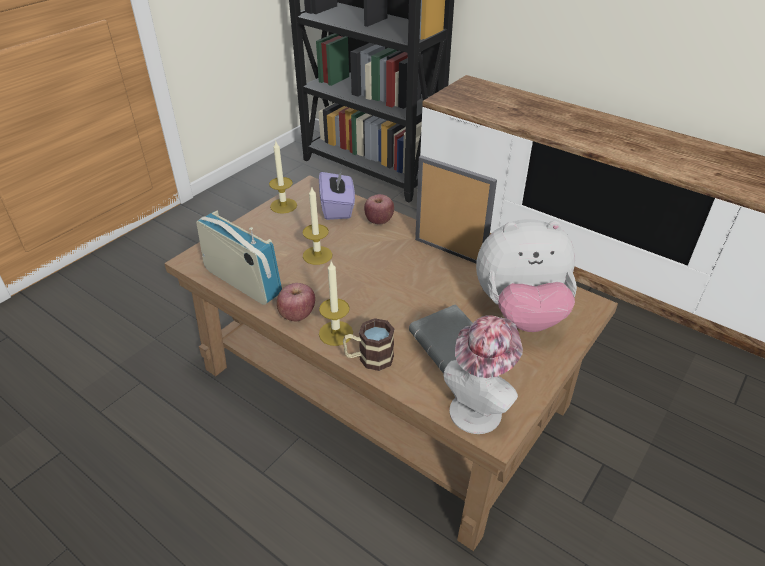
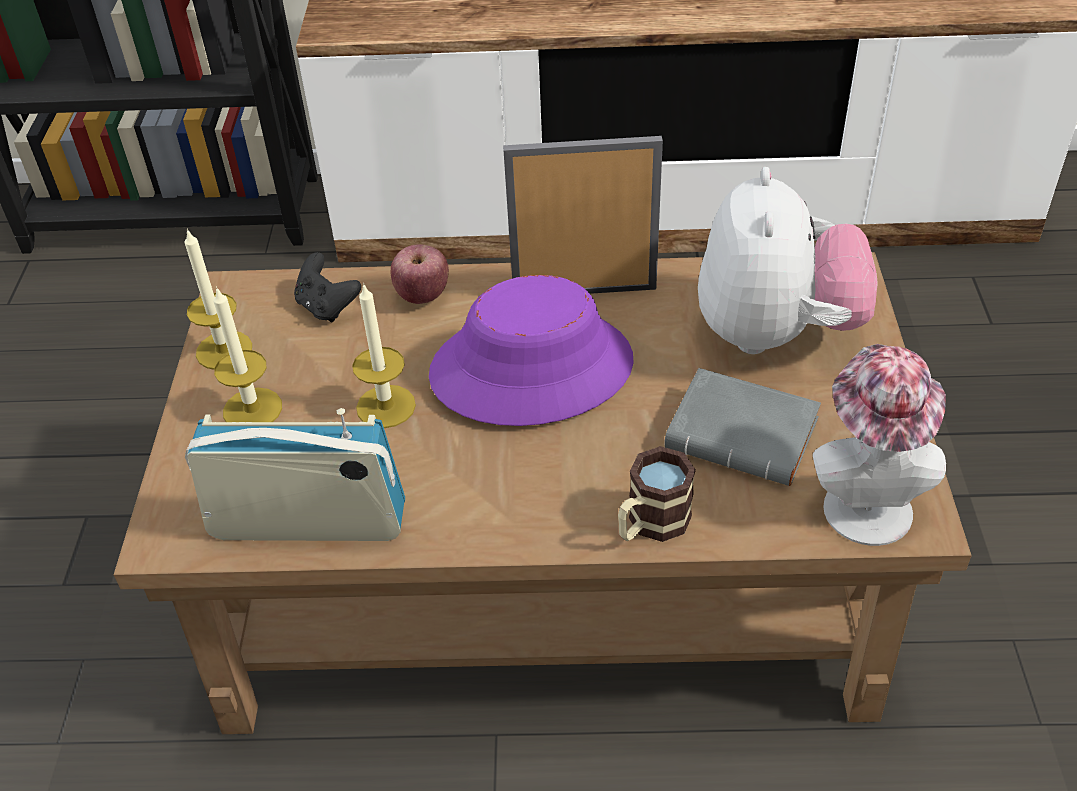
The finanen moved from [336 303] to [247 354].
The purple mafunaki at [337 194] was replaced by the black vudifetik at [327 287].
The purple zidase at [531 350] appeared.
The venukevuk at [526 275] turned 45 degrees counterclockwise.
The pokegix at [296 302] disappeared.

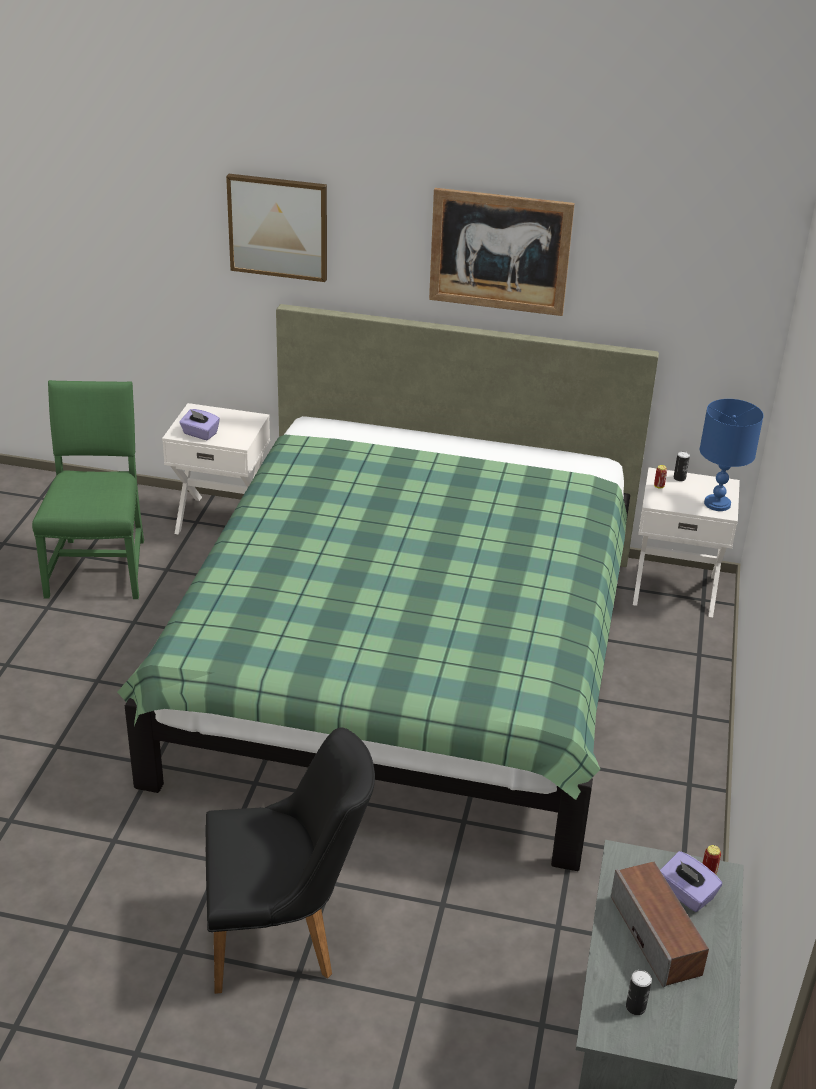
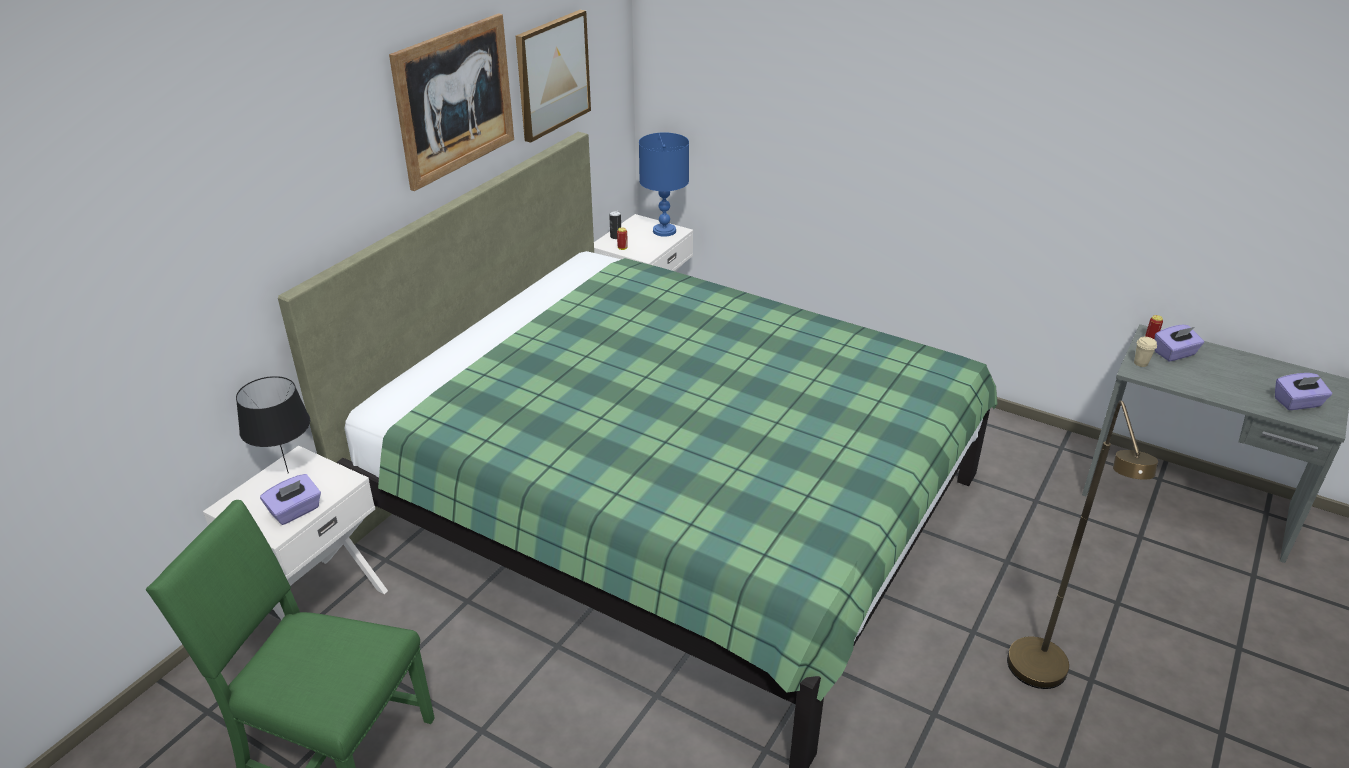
The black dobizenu at [273 425] appeared.
The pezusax moved from [276 228] to [553 76].
The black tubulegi at [290 860] was replaced by the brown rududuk at [1082 544].
The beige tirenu at [1145 352] appeared.
The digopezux at [639 992] was replaced by the purple mafunaki at [1303 391].
The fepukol at [660 924] disappeared.

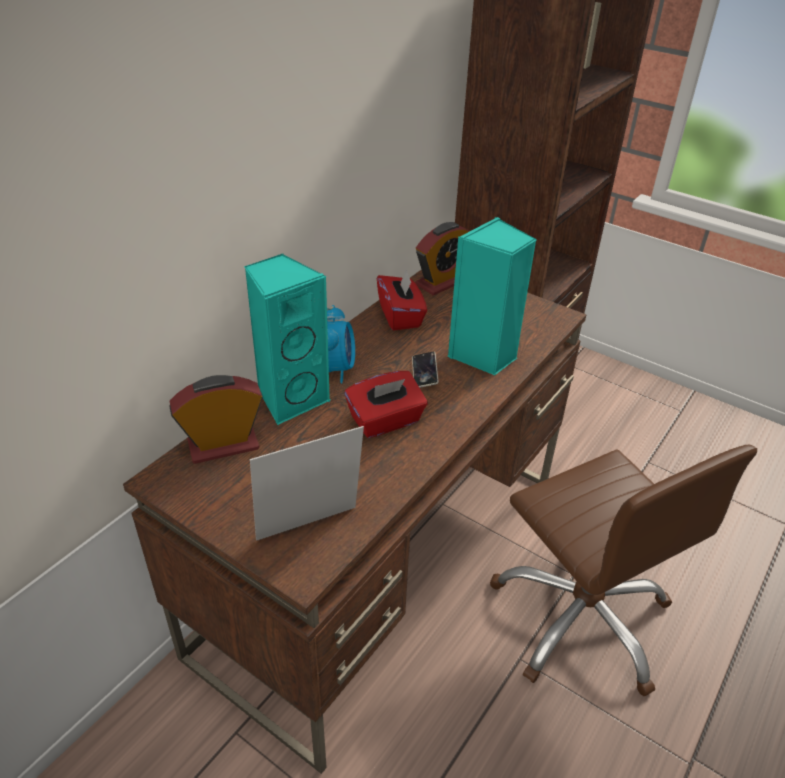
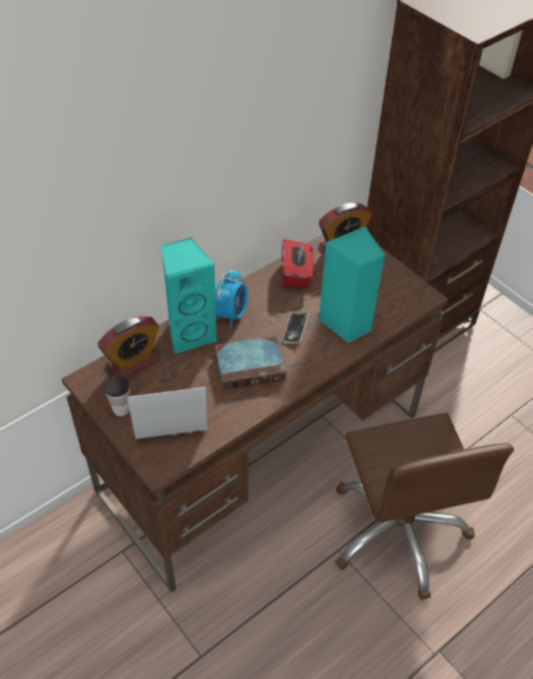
The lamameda at [216 419] turned 150 degrees clockwise.
The tirenu at [117 396] appeared.
The red mafunaki at [386 404] was replaced by the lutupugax at [251 363].

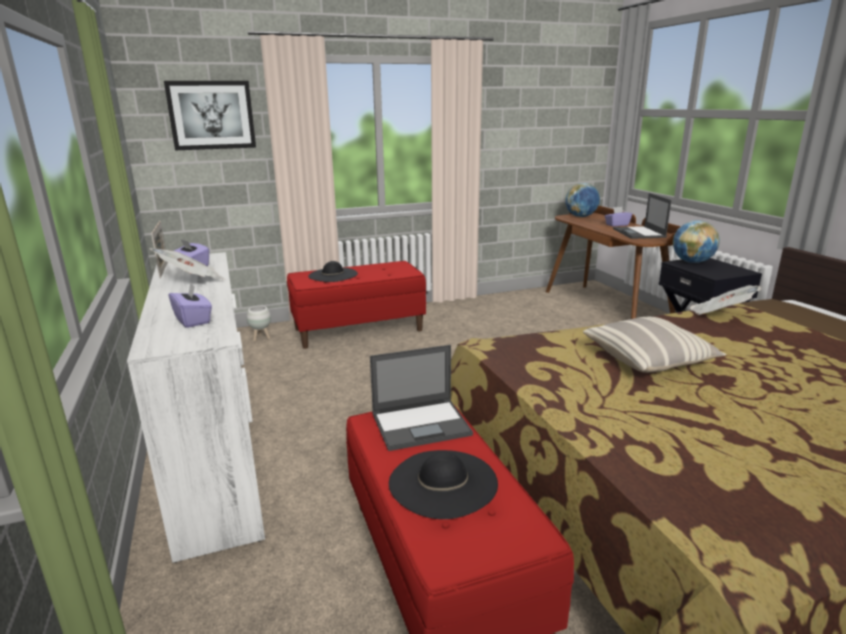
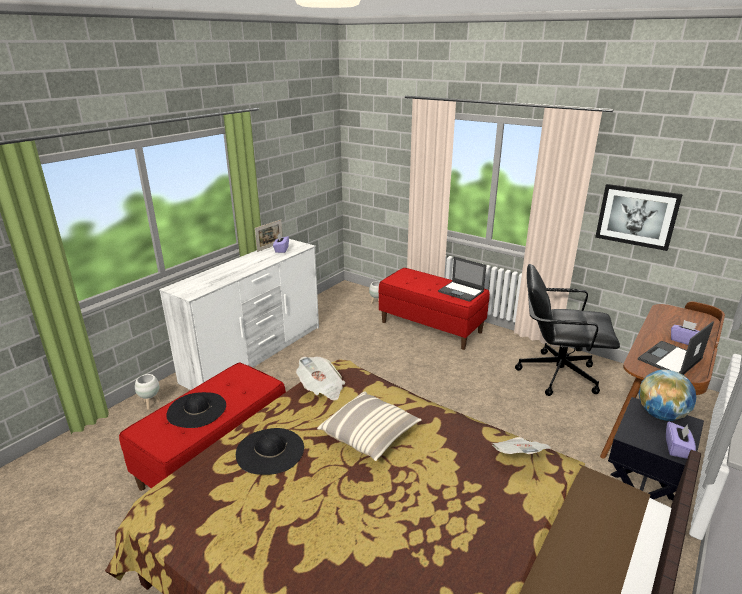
The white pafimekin at [147 392] appeared.
The black zidase moved from [333 271] to [270 451].
The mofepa moved from [187 263] to [320 379].
The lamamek moved from [421 398] to [462 279].
The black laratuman at [567 330] appeared.
The pezusax moved from [210 115] to [639 217].
The purple mafunaki moved from [190 305] to [681 440].
The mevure at [582 200] disappeared.

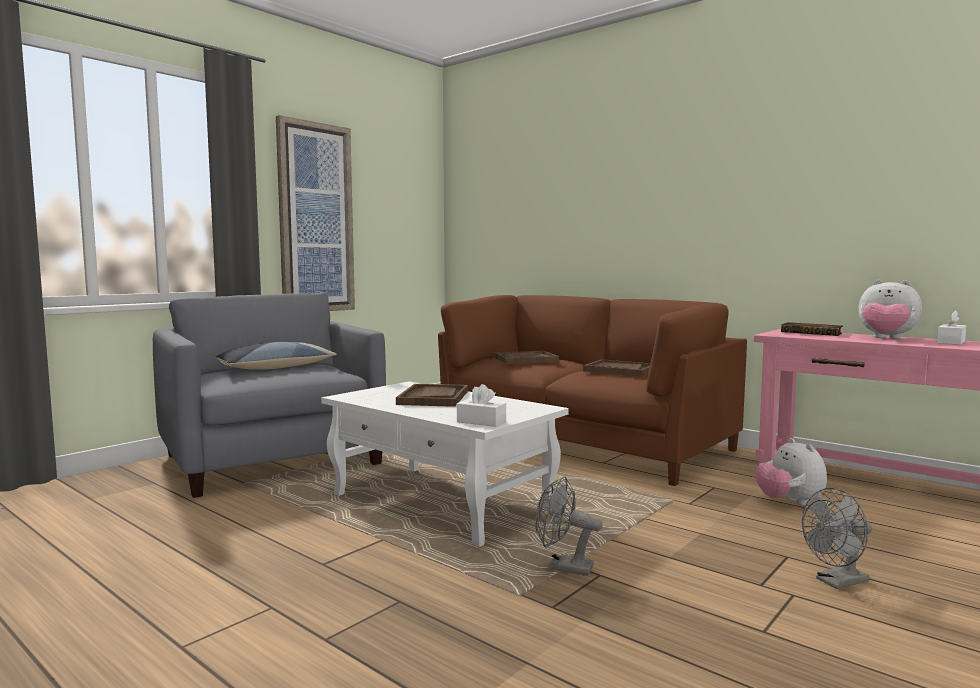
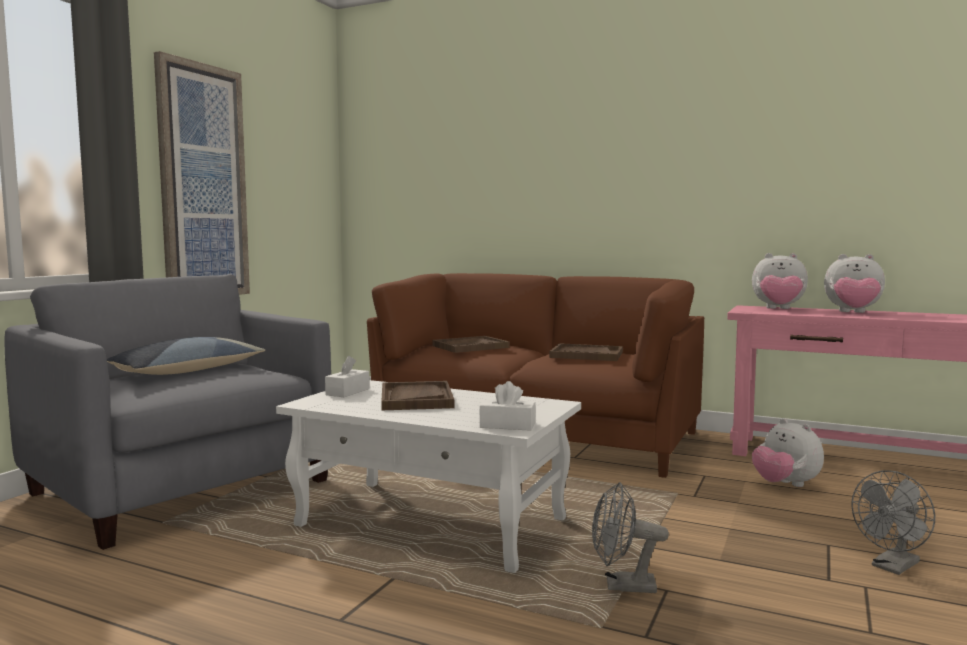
The white mafunaki moved from [951 327] to [347 376].
The lutupugax at [812 329] was replaced by the venukevuk at [780 281].

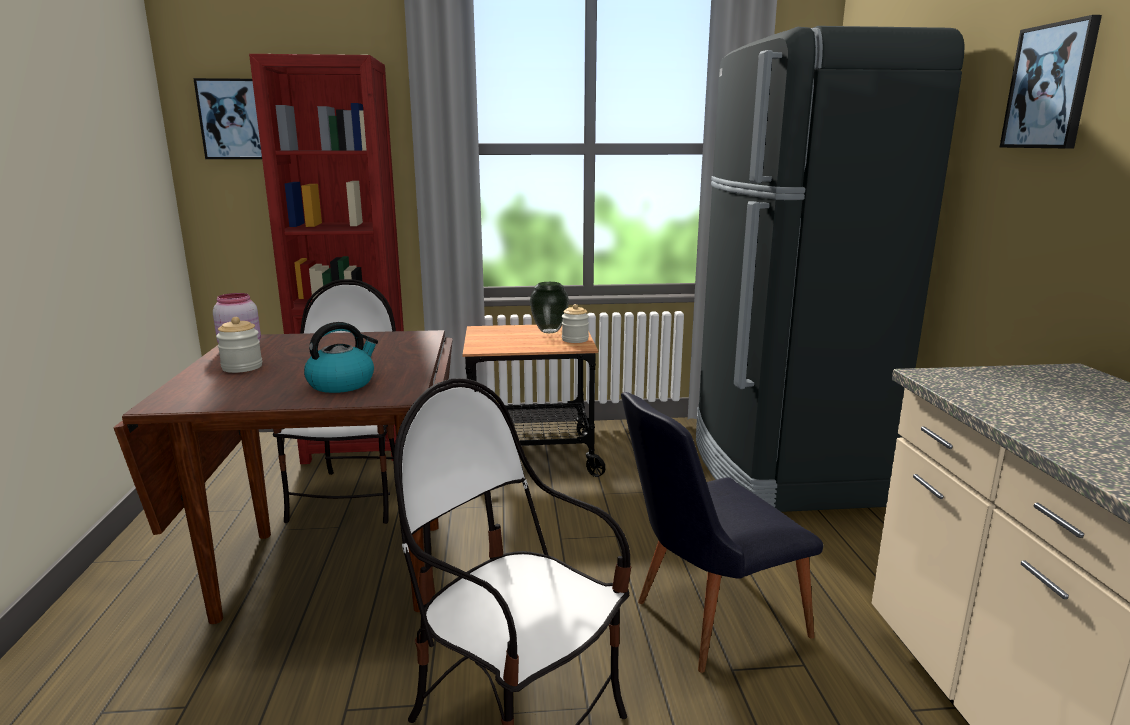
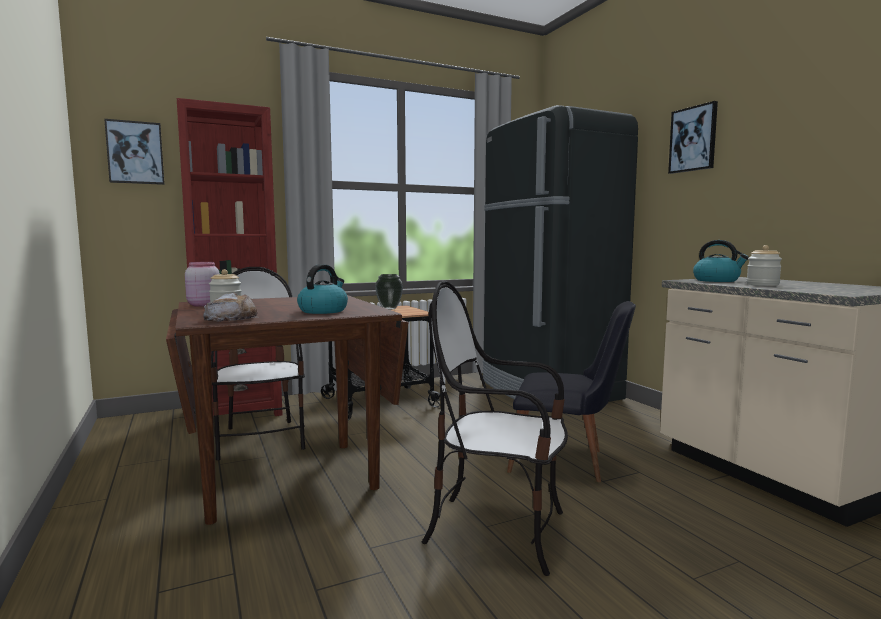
The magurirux at [230 307] appeared.
The black tubulegi at [722 532] turned 120 degrees counterclockwise.
The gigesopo at [721 261] appeared.
The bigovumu moved from [575 323] to [764 265].

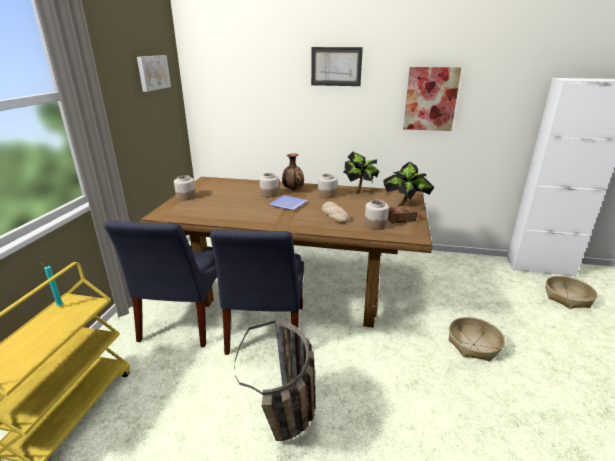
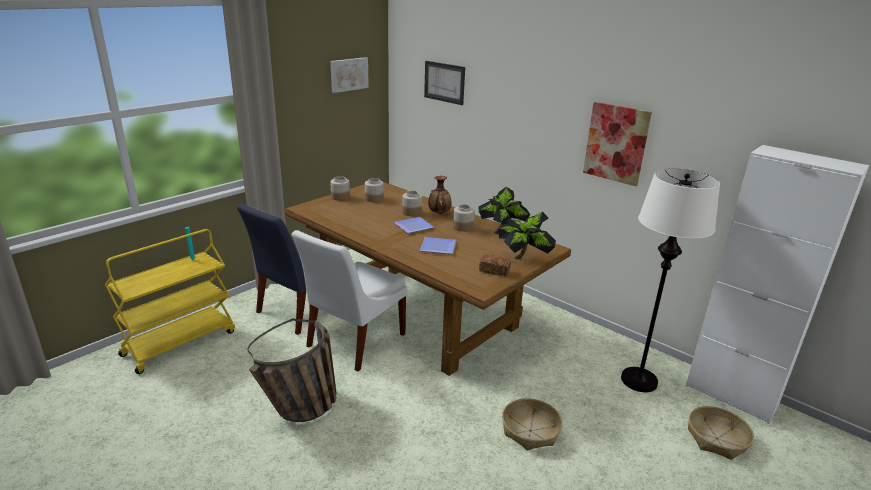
The blue tubulegi at [257 292] became the white tubulegi at [349 301].
The bigovumu moved from [376 215] to [374 190].
The magurirux at [335 212] was replaced by the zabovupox at [438 245].
The pezusax moved from [337 66] to [444 83].
The white rududuk at [670 280] appeared.

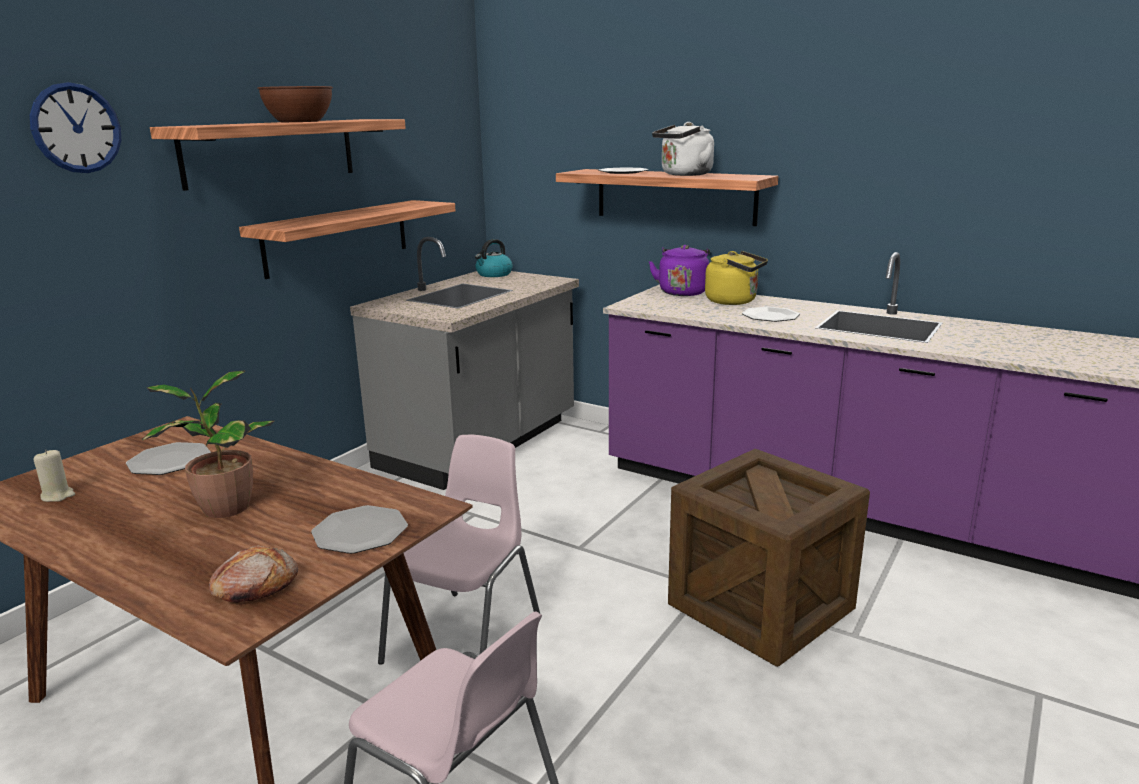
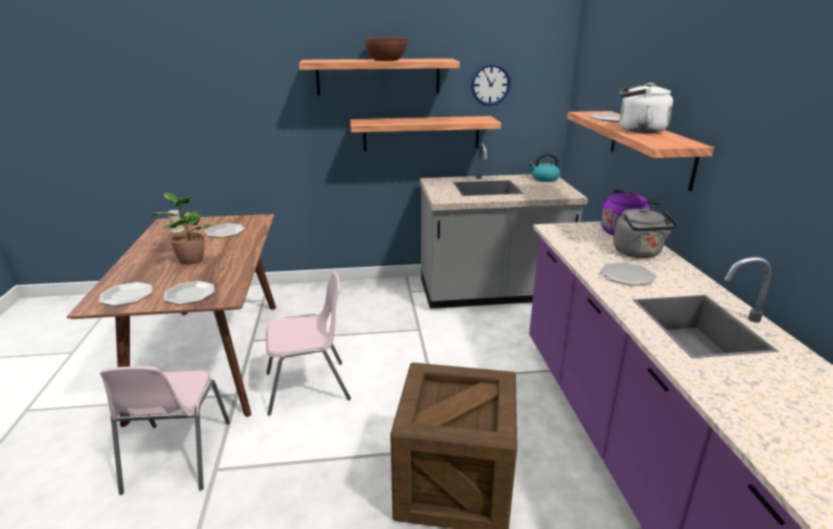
The magurirux at [253 574] was replaced by the zabovupox at [125 294].
The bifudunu moved from [75 127] to [491 84].
The yellow gigesopo at [736 278] became the grey gigesopo at [645 233].

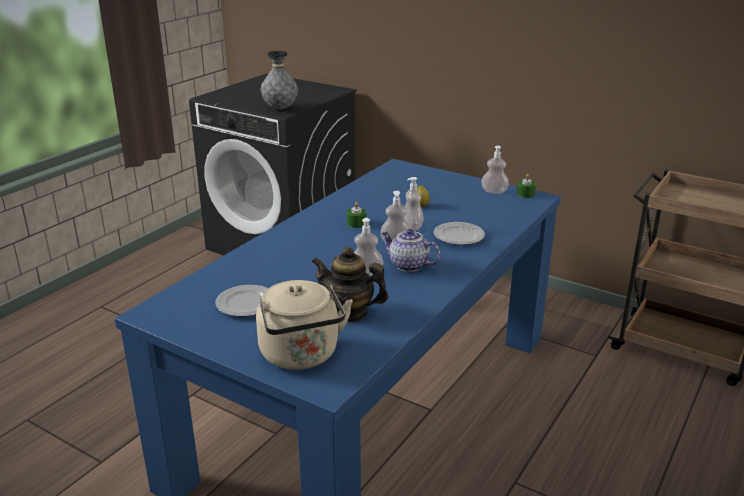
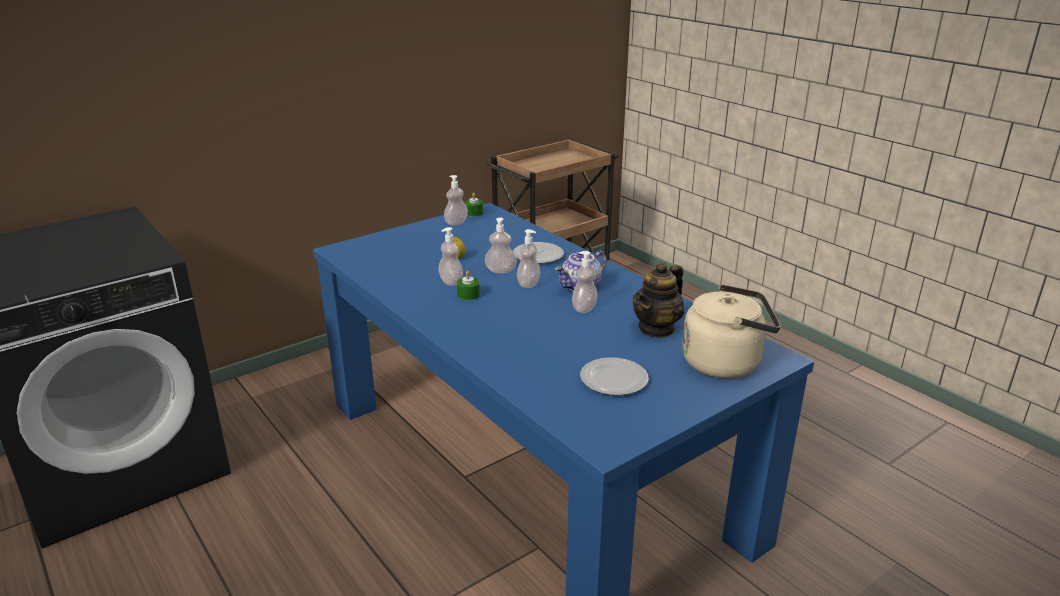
The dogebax at [450 256] appeared.
The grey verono at [279 80] disappeared.

